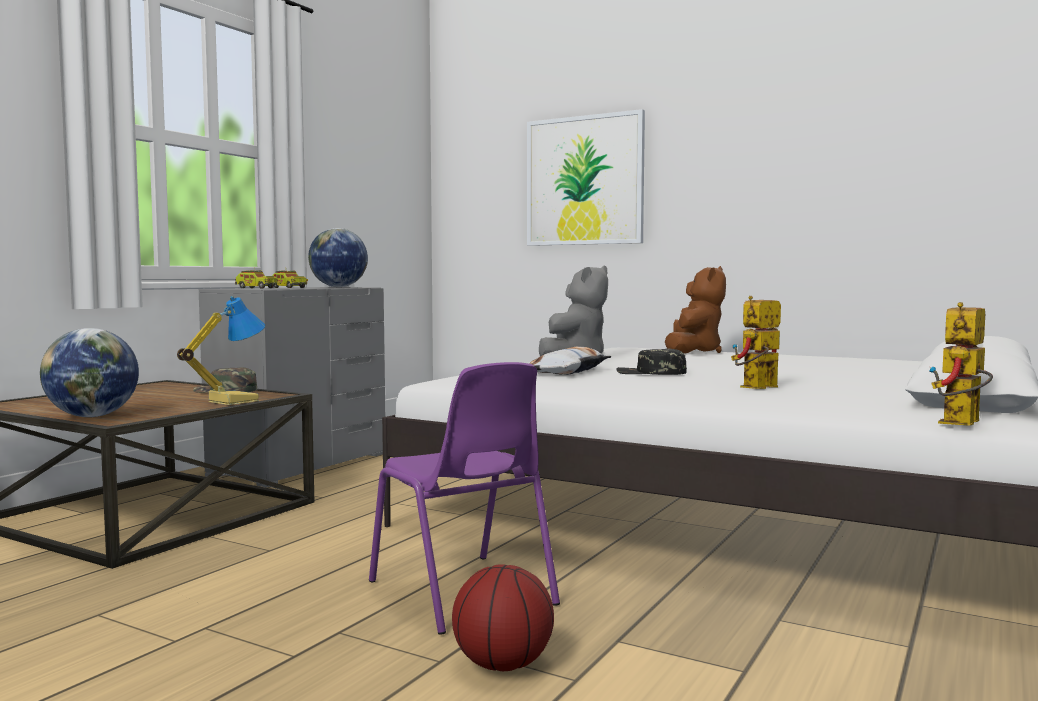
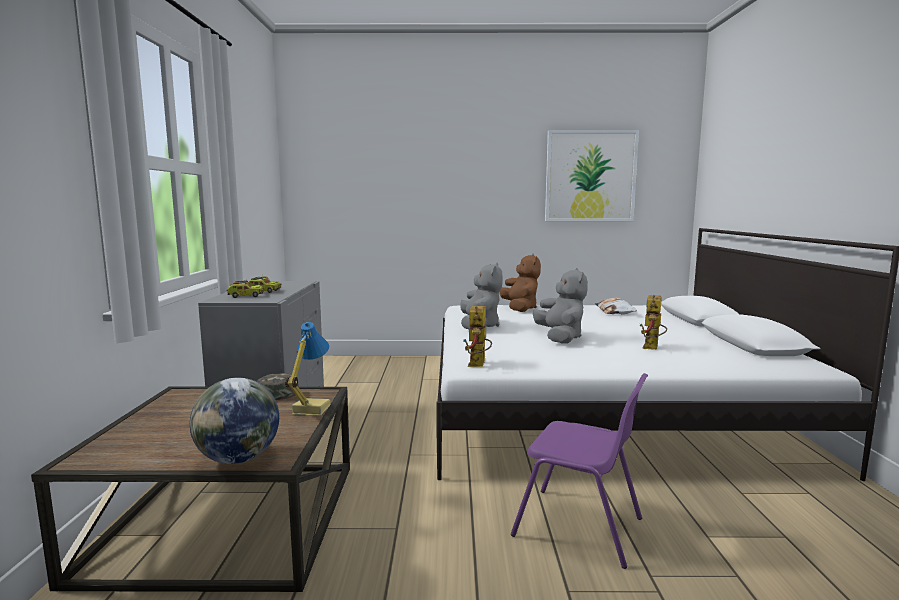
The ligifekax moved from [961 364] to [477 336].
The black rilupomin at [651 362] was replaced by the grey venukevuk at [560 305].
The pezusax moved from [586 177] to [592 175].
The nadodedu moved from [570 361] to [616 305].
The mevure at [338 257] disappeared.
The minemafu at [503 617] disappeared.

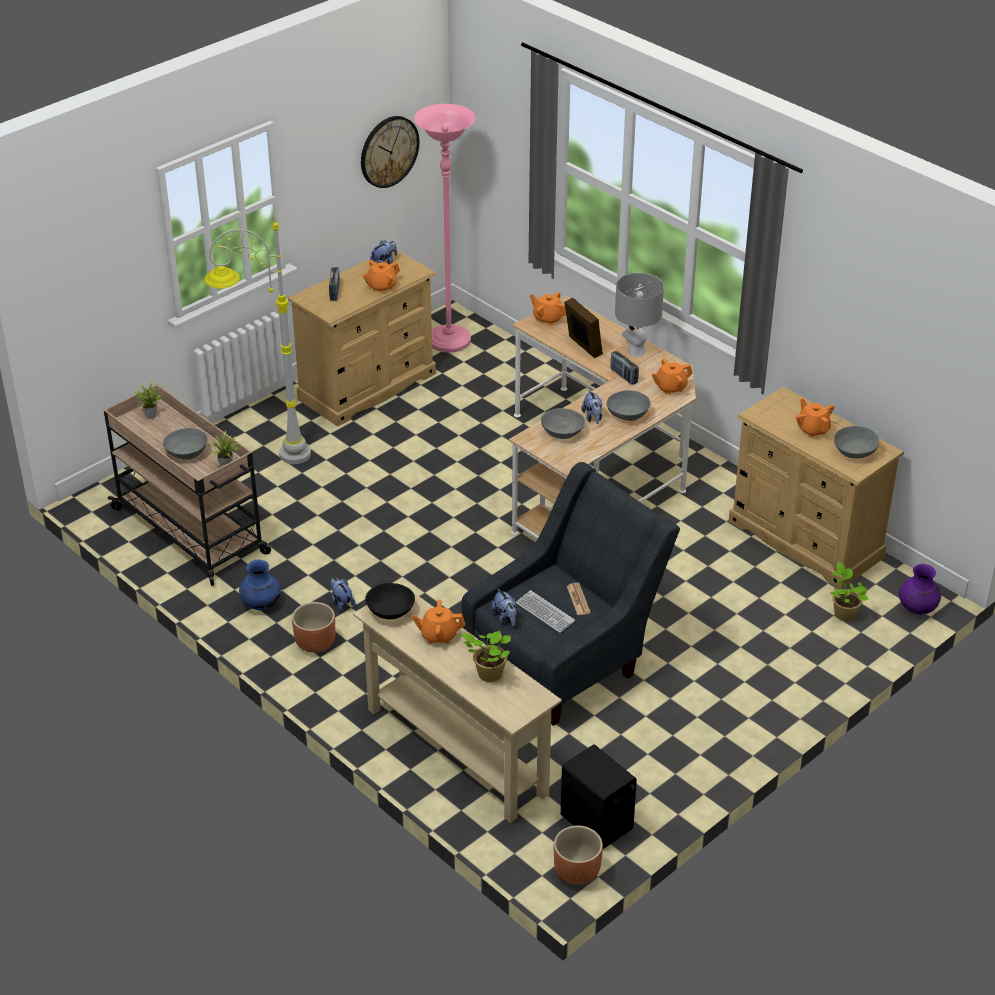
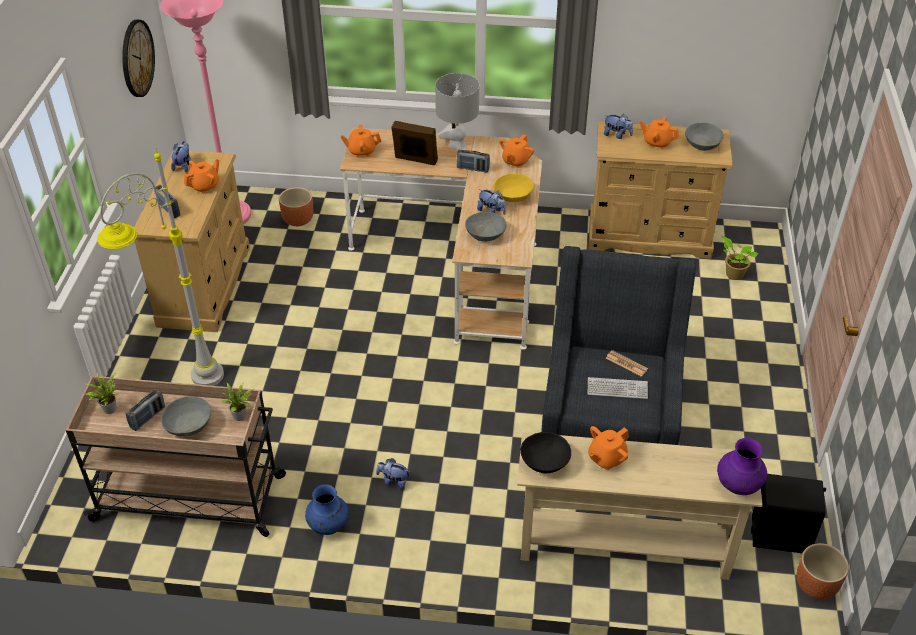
The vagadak at [145 410] appeared.
The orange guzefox at [381 276] turned 150 degrees counterclockwise.
The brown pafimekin moved from [314 627] to [296 206].
The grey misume at [628 405] became the yellow misume at [514 188].
The venukevuk moved from [504 607] to [618 126].
The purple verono moved from [920 589] to [742 466].
The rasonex at [486 656] disappeared.

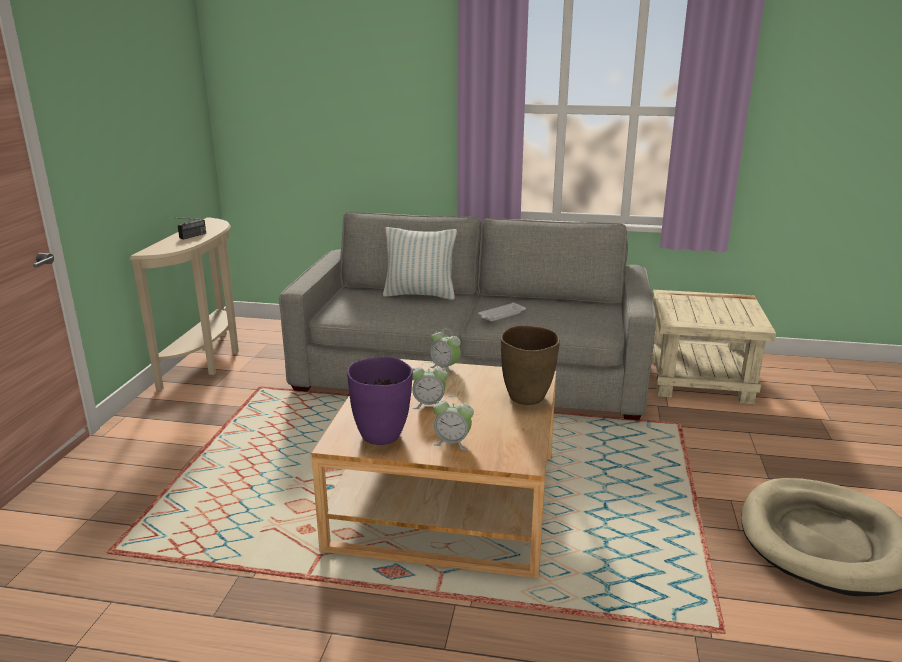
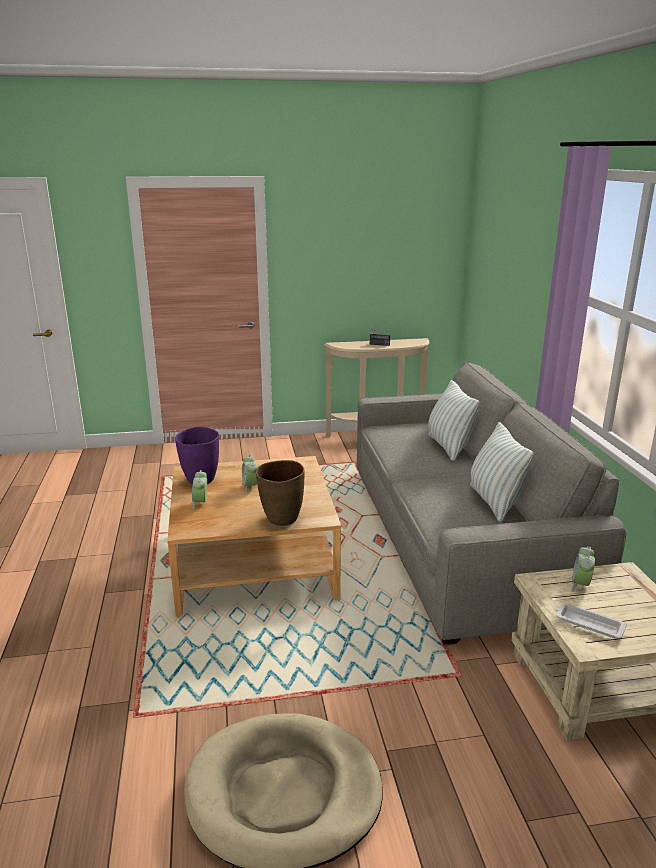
The nadodedu at [502 472] appeared.
The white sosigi moved from [502 311] to [591 620].
The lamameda moved from [445 351] to [583 569].

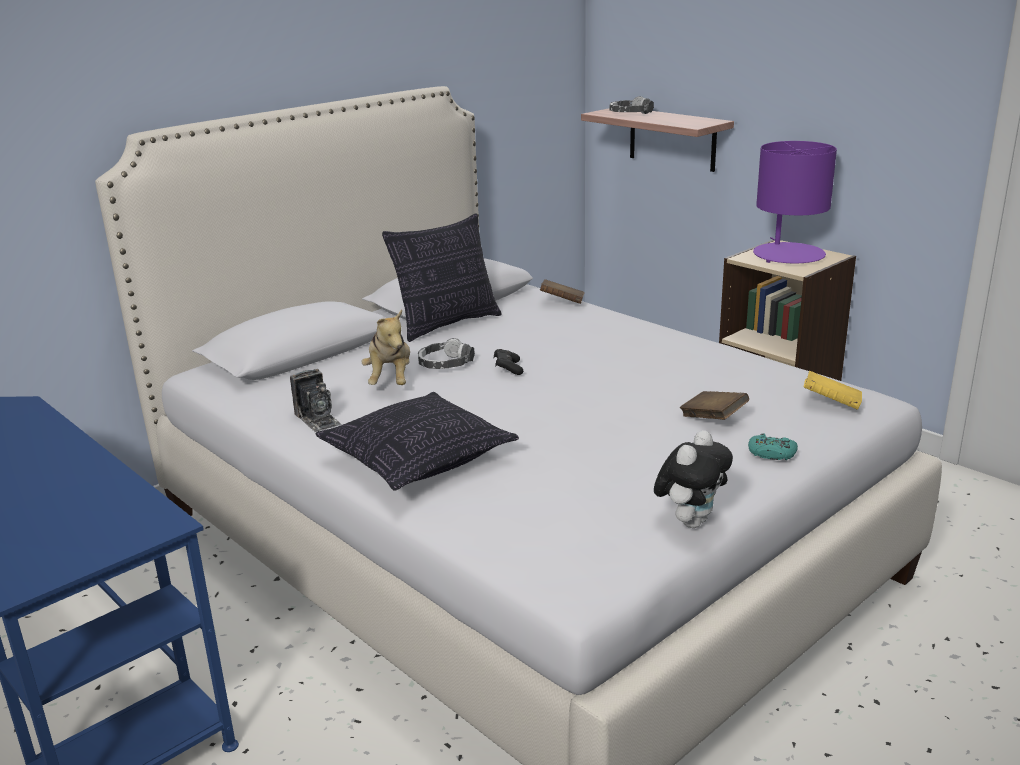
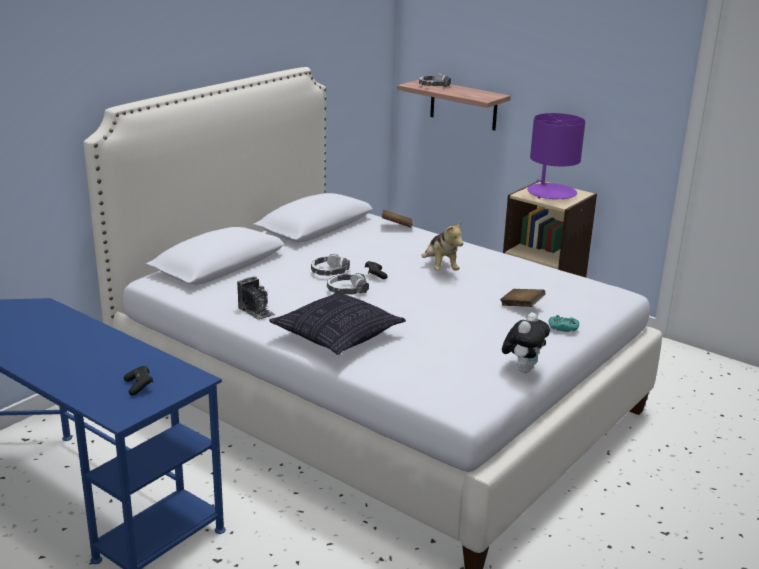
The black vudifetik at [139 380] appeared.
The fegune at [348 283] appeared.
The venukevuk moved from [385 347] to [442 246].
The nadodedu at [441 277] disappeared.
The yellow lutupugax at [833 390] disappeared.

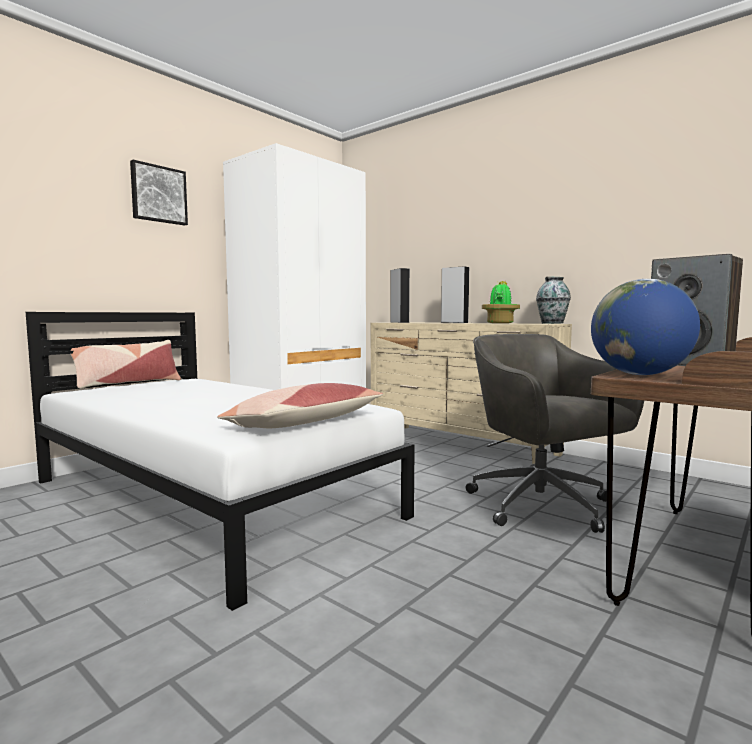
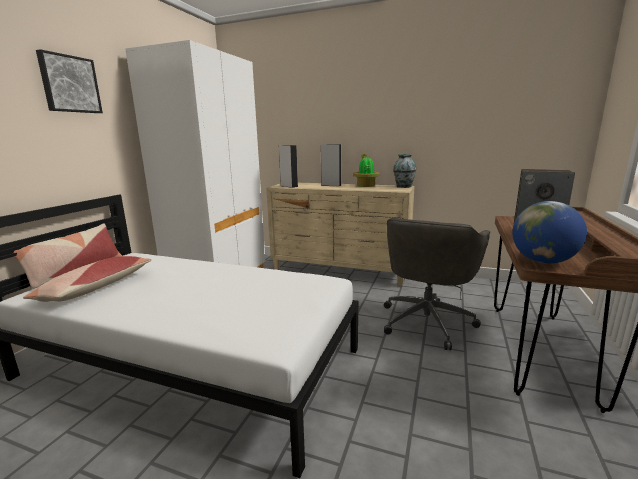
The nadodedu moved from [300 405] to [87 279].
The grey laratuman at [555 433] turned 105 degrees counterclockwise.

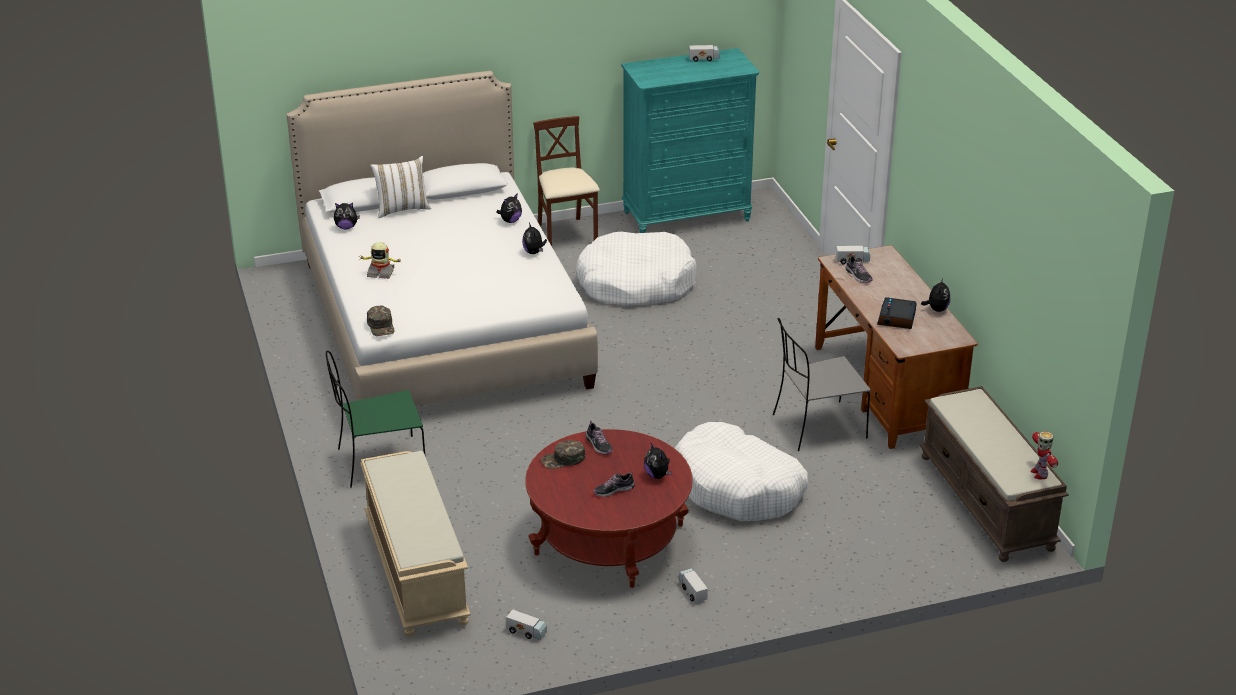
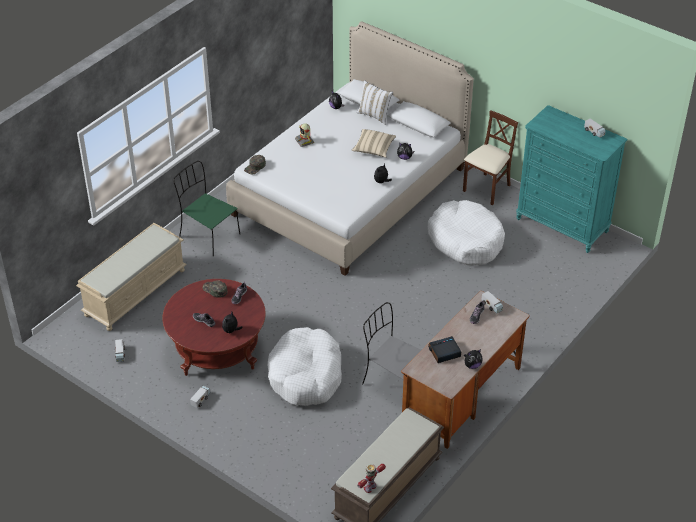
The beige nadodedu at [373 143] appeared.

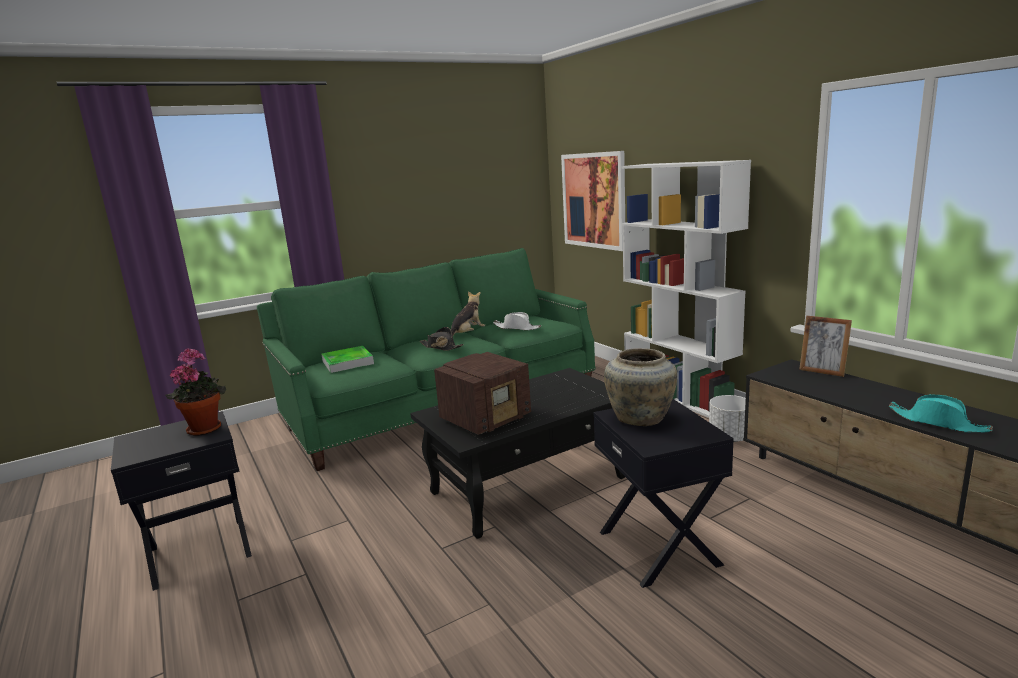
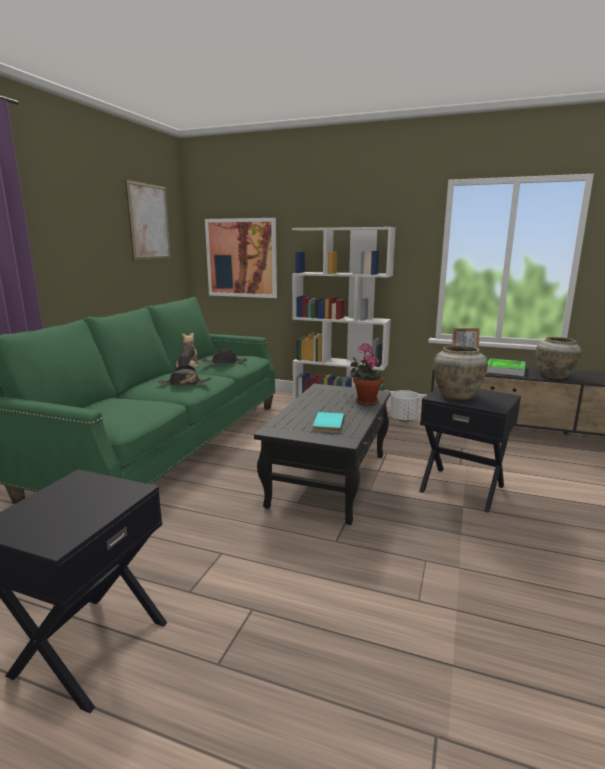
The pezusax at [148 220] appeared.
The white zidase at [517 321] became the black zidase at [224 357].
The vagadak at [482 393] was replaced by the turquoise lutupugax at [328 422].
The rasonex moved from [195 392] to [366 374].
The sosigi moved from [347 359] to [506 367].
The turquoise zidase at [940 413] was replaced by the beige verono at [558 358].

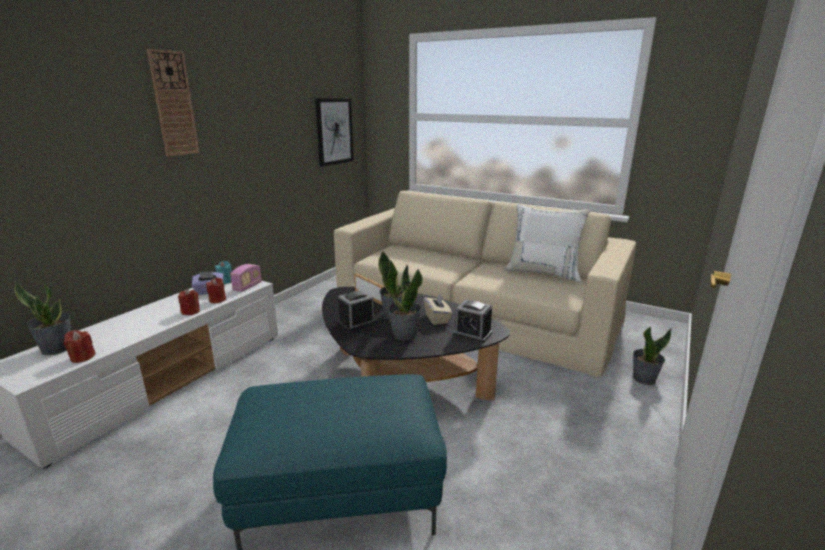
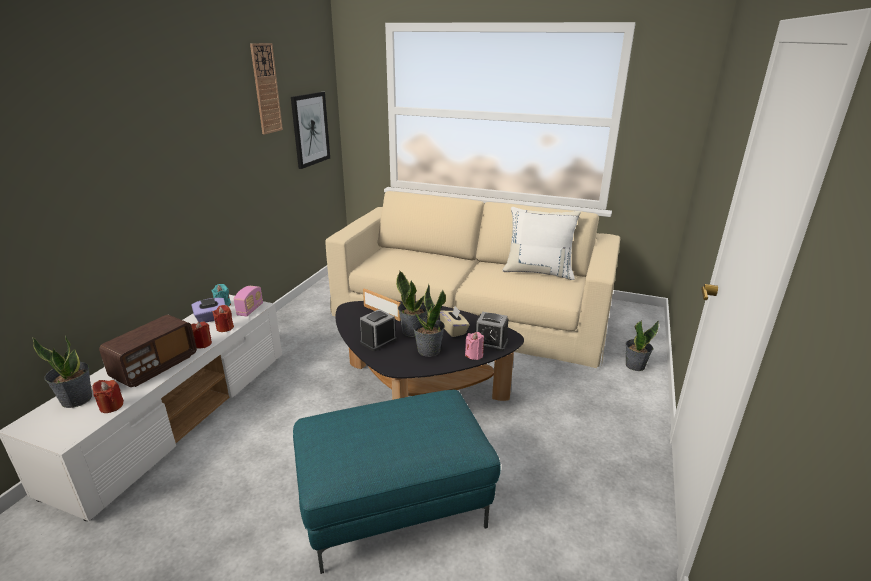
The vagadak at [148 351] appeared.
The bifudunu moved from [173 102] to [266 89].
The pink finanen at [474 346] appeared.

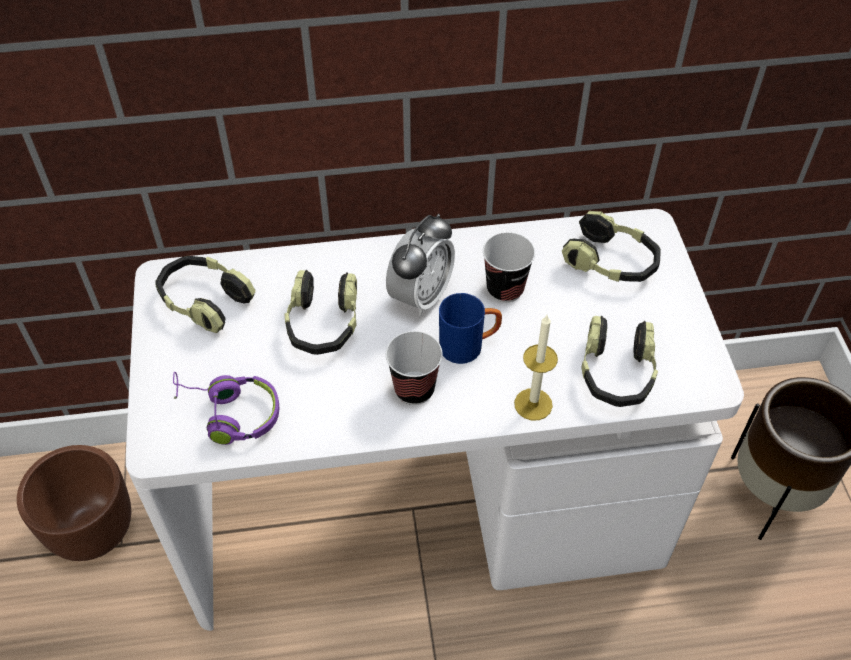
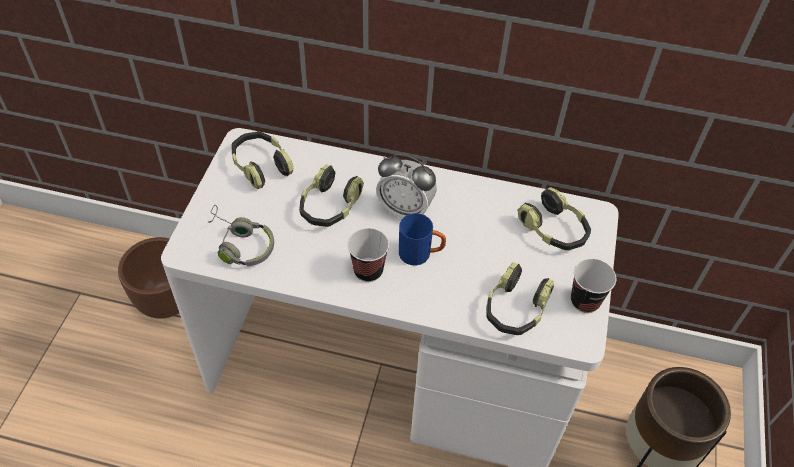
The purple fegune at [226 408] became the grey fegune at [241 235].
The lamameda at [420 265] turned 60 degrees clockwise.
The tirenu moved from [509 267] to [593 286].
The finanen at [536 367] disappeared.

